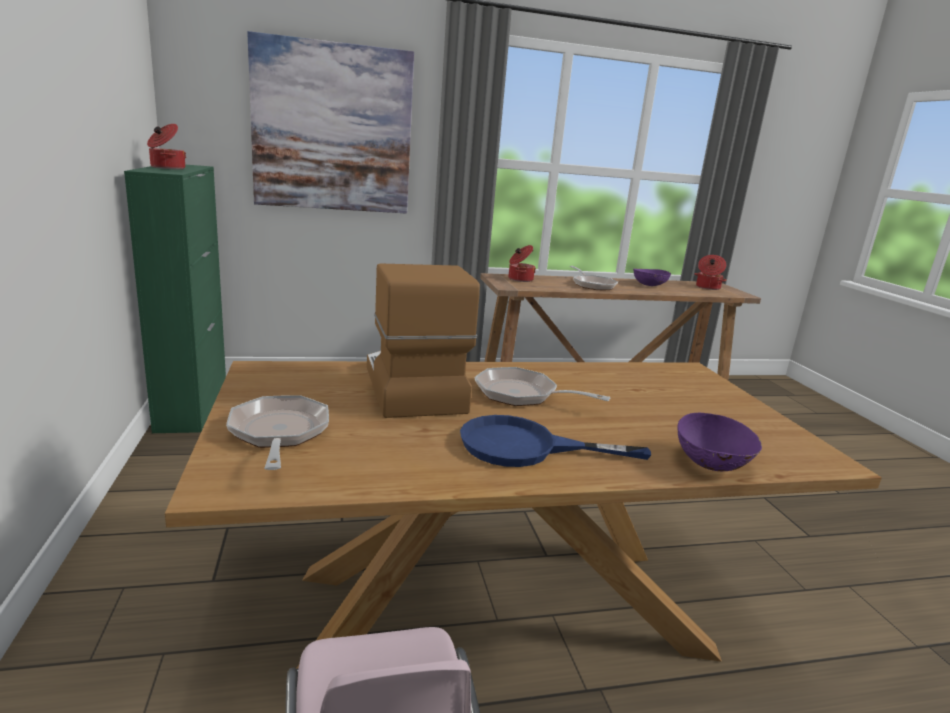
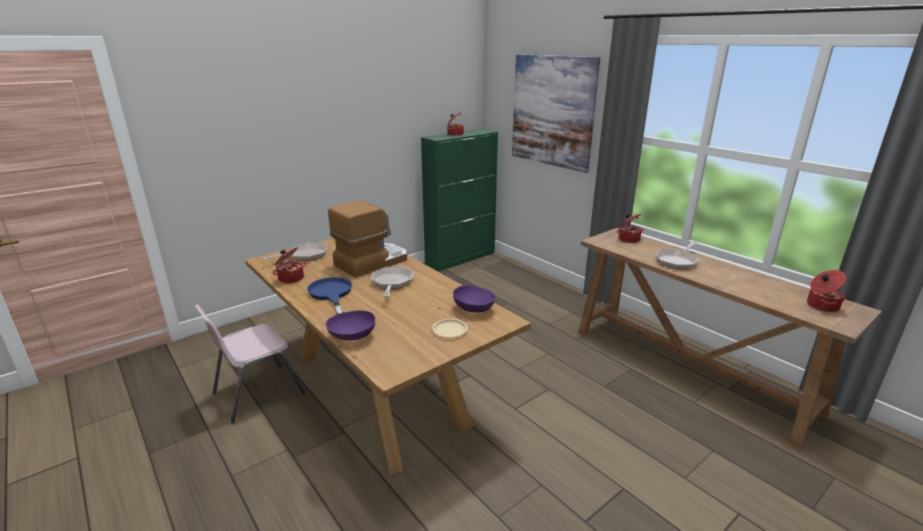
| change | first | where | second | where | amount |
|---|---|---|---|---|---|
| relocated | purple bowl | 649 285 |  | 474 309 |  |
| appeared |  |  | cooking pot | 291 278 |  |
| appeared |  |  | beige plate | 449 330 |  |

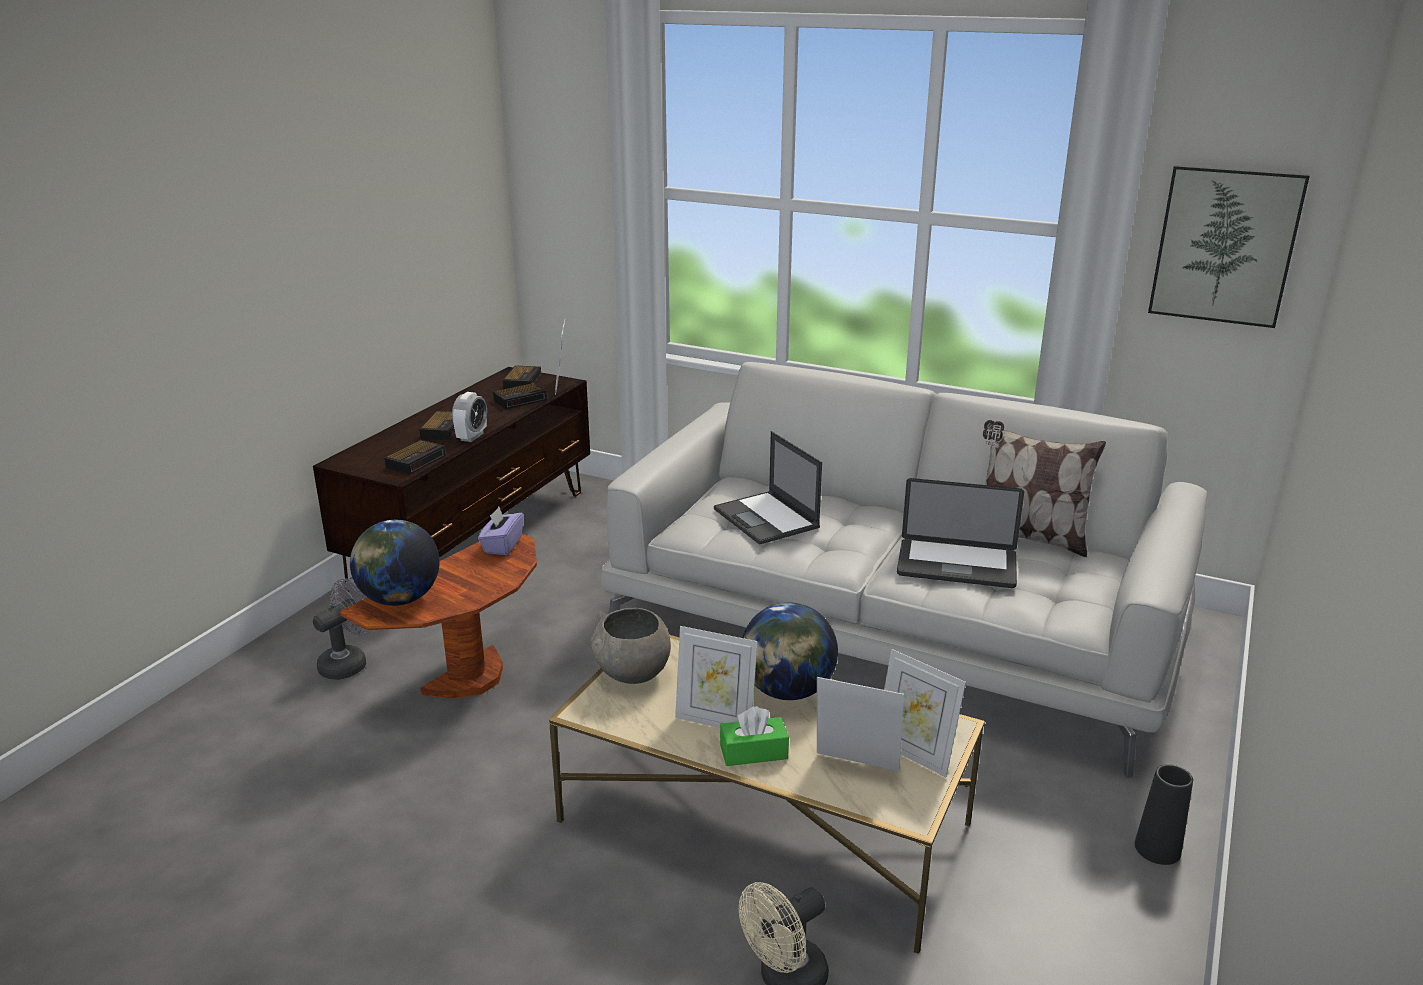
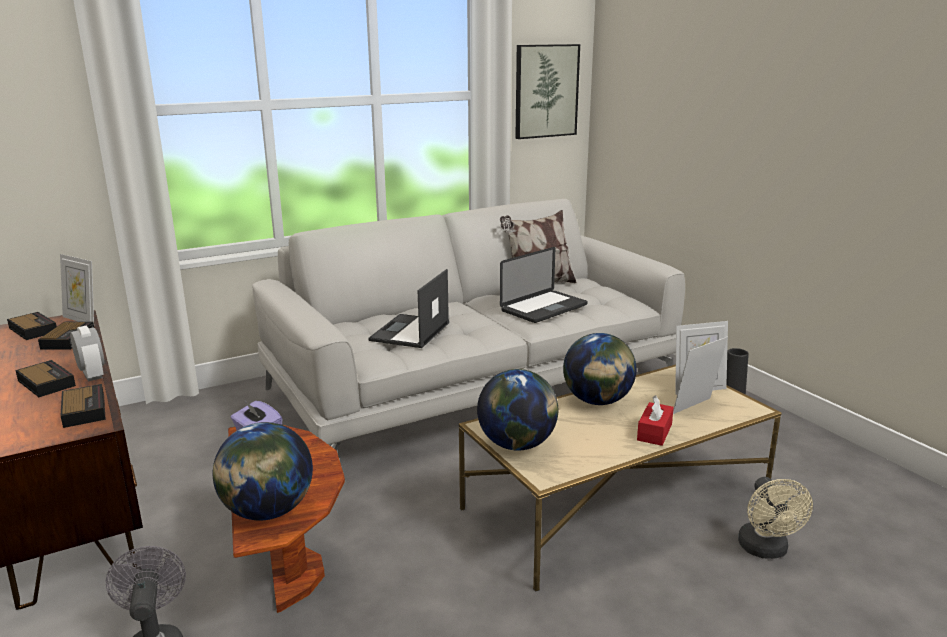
| change | first | where | second | where | amount |
|---|---|---|---|---|---|
| spun | laptop | 767 518 |  | 410 332 | 105 degrees clockwise |
| exchanged | grey bowl | 632 674 | globe | 517 444 |  |
| missing | picture frame | 715 721 |  |  |  |
| colour | green tissue box | 753 752 | red tissue box | 654 432 |  |

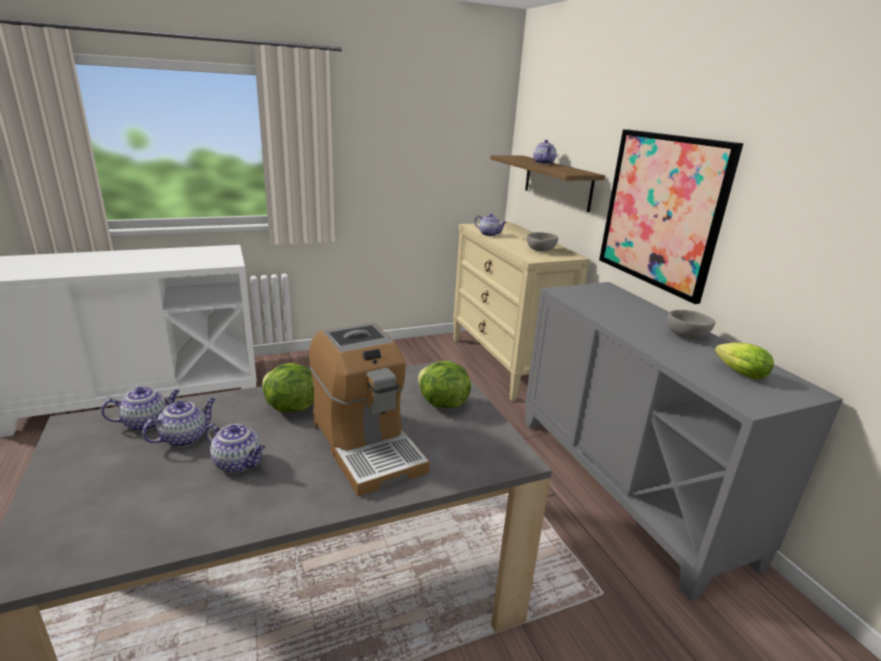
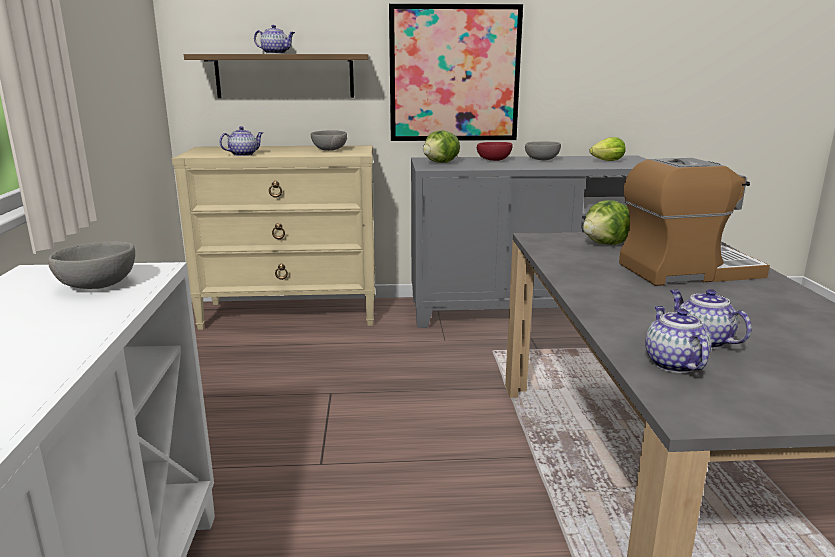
| change | first | where | second | where | amount |
|---|---|---|---|---|---|
| relocated | lettuce | 290 408 |  | 441 163 |  |
| missing | teapot | 239 463 |  |  |  |
| appeared |  |  | red bowl | 494 160 |  |
| appeared |  |  | grey bowl | 98 285 |  |

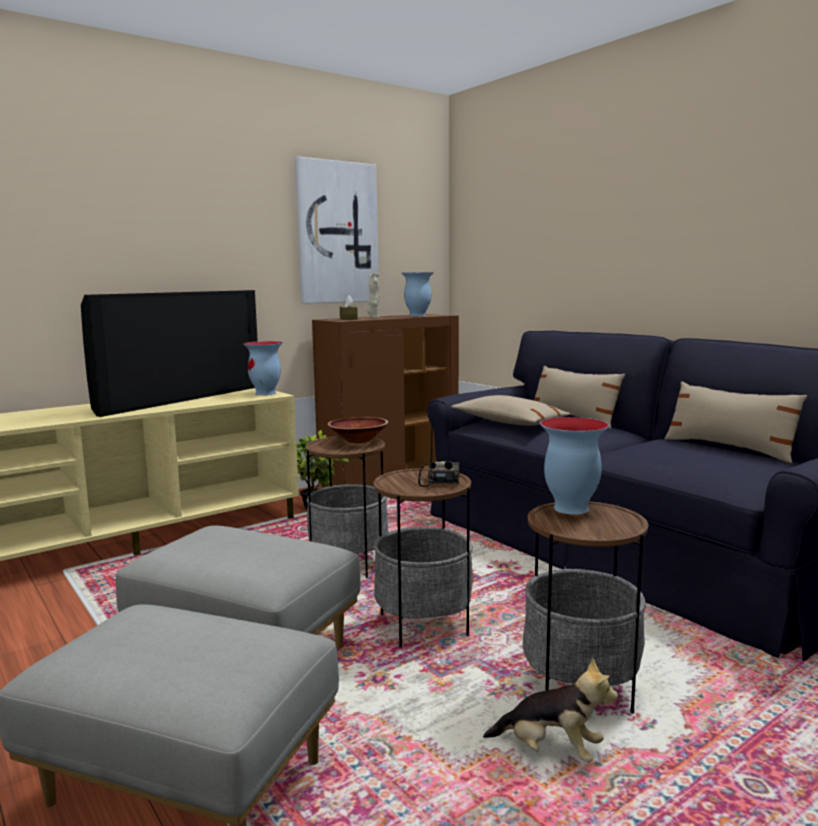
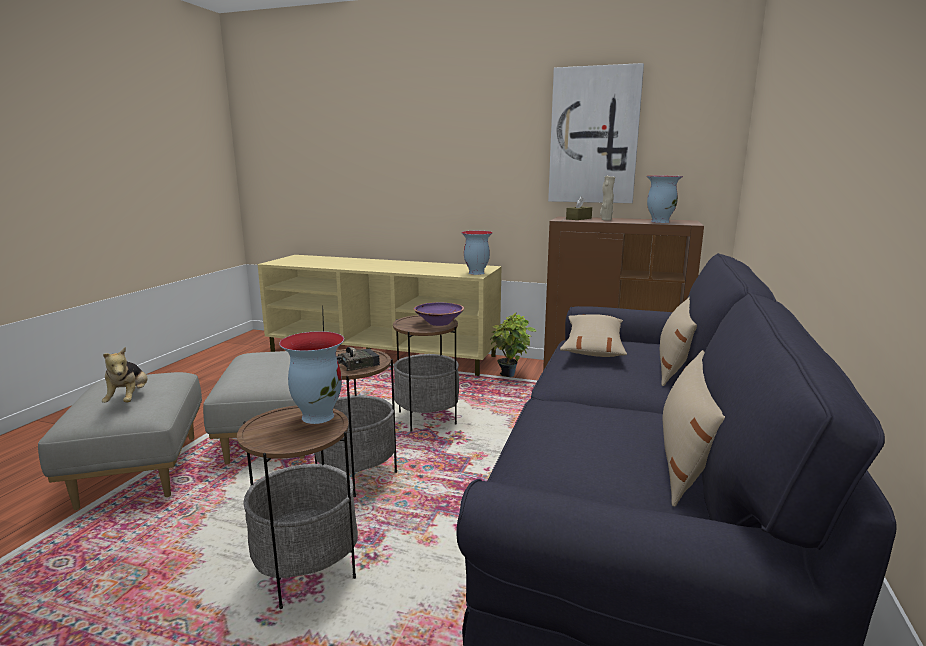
| change | first | where | second | where | amount |
|---|---|---|---|---|---|
| missing | television | 182 399 |  |  |  |
| colour | brown bowl | 358 440 | purple bowl | 439 323 |  |
| relocated | plush toy | 550 751 |  | 129 399 |  |

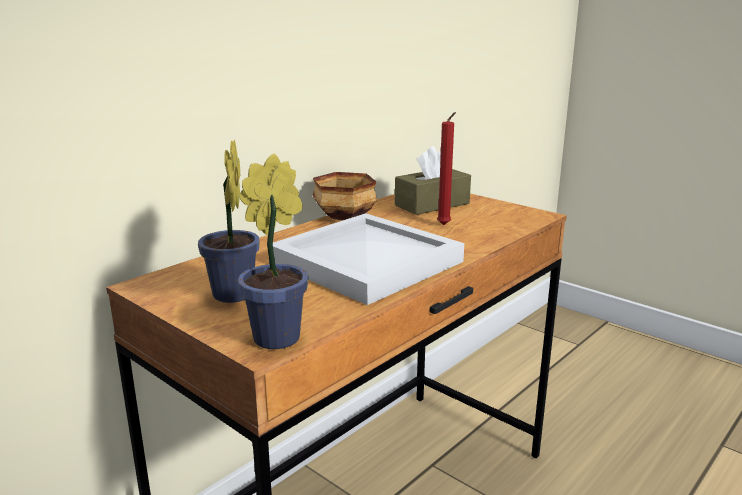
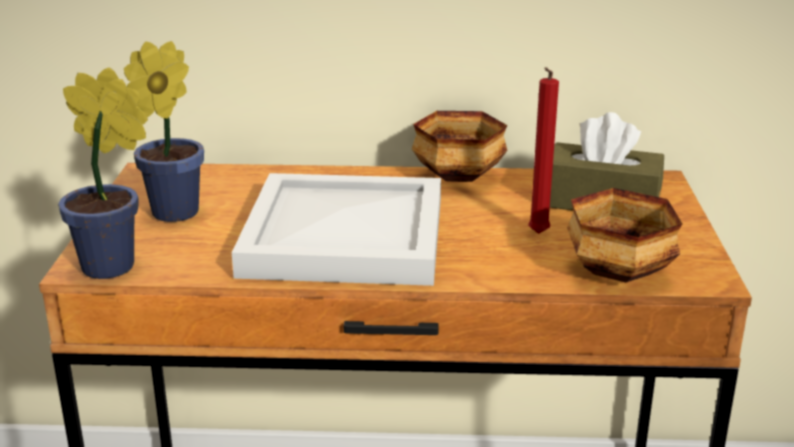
| change | first | where | second | where | amount |
|---|---|---|---|---|---|
| appeared |  |  | bowl | 618 274 |  |

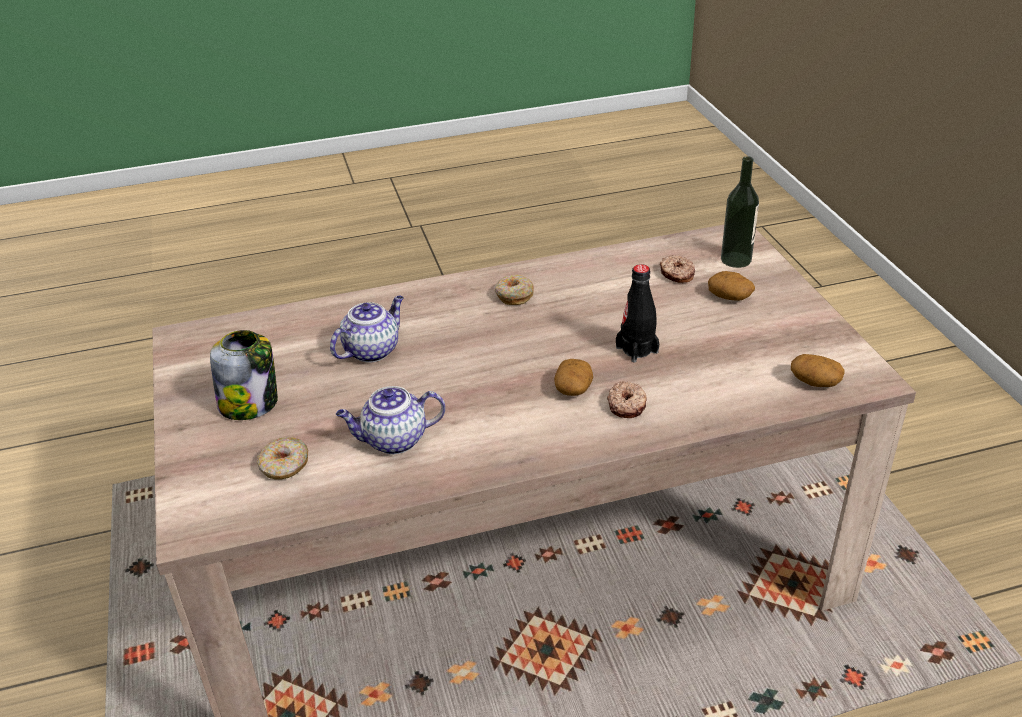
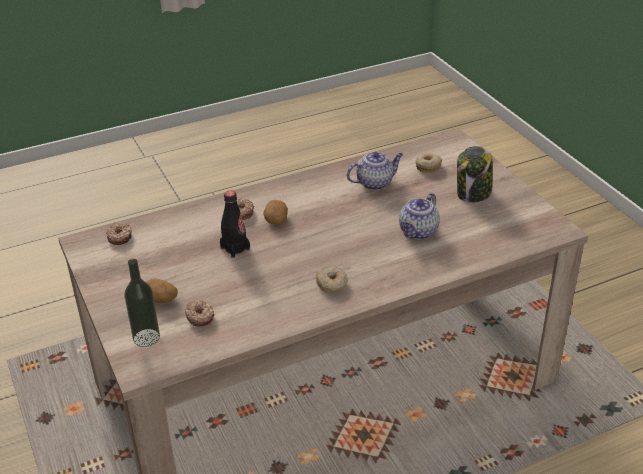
| change | first | where | second | where | amount |
|---|---|---|---|---|---|
| exchanged | potato | 814 382 | donut | 120 237 |  |

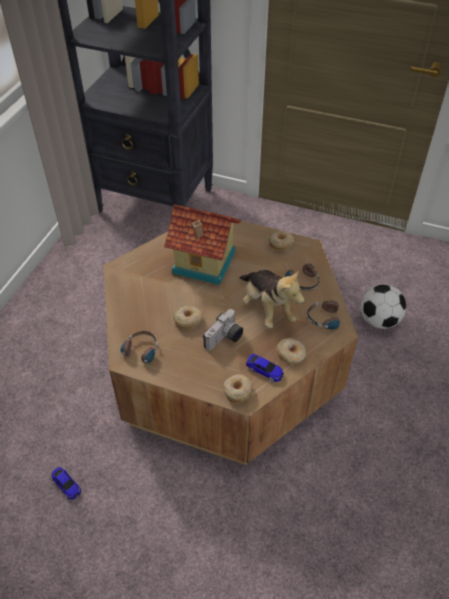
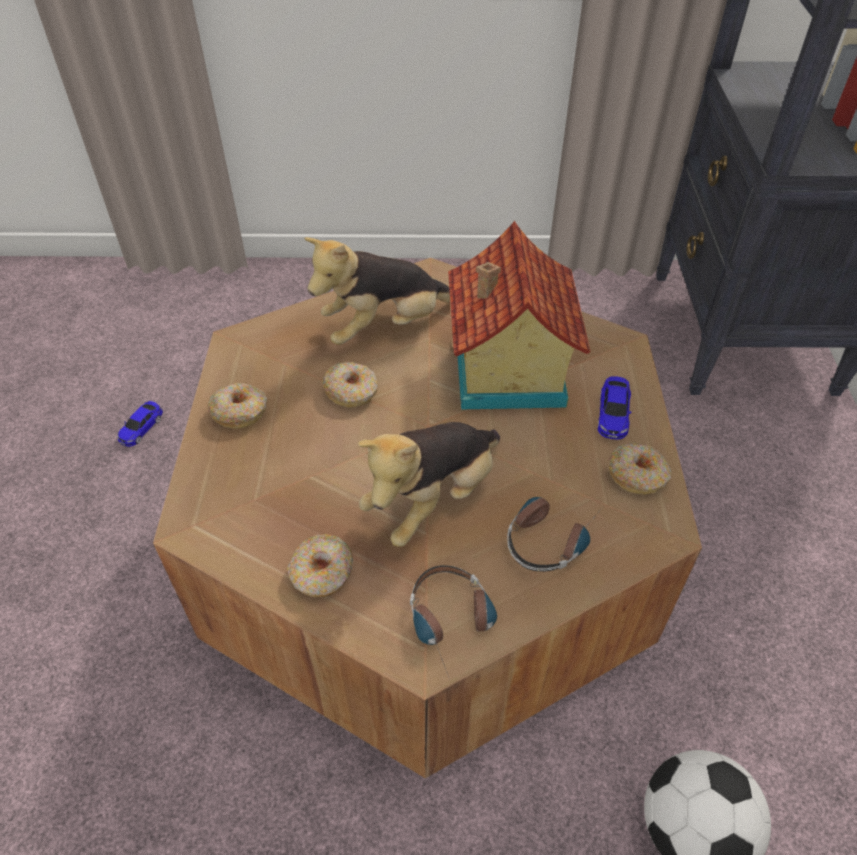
| change | first | where | second | where | amount |
|---|---|---|---|---|---|
| missing | photo camera | 225 339 |  |  |  |
| missing | headphones | 138 355 |  |  |  |
| relocated | toy car | 264 370 |  | 613 414 |  |
| relocated | donut | 238 391 |  | 240 412 |  |
| appeared |  |  | plush toy | 385 327 |  |

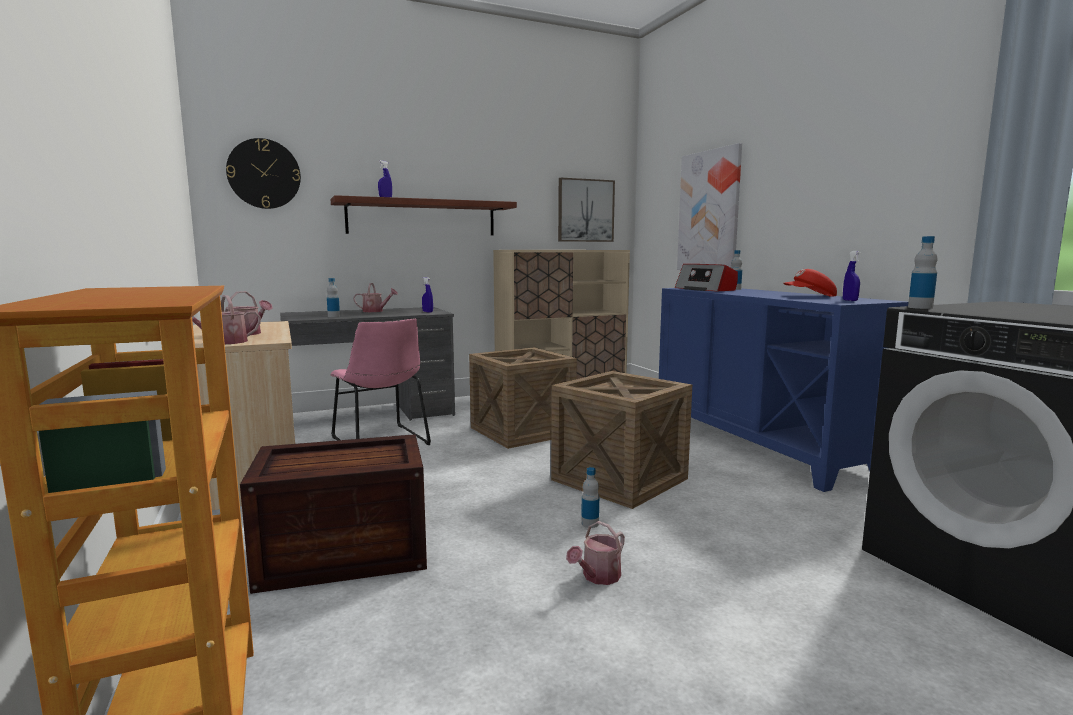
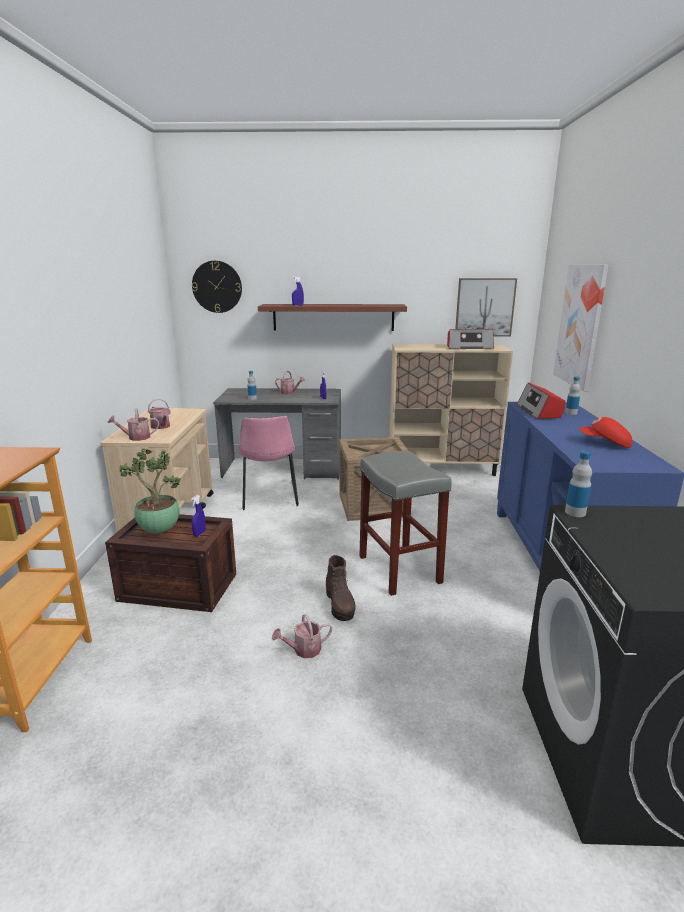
| change | first | where | second | where | amount |
|---|---|---|---|---|---|
| relocated | blue spray bottle | 850 300 |  | 199 534 |  |
| exchanged | crate | 619 479 | grey stool | 400 570 |  |
| exchanged | bottle | 590 524 | brown boot | 340 605 |  |
| appeared |  |  | radio | 468 347 |  |
| appeared |  |  | potted plant | 158 530 |  |

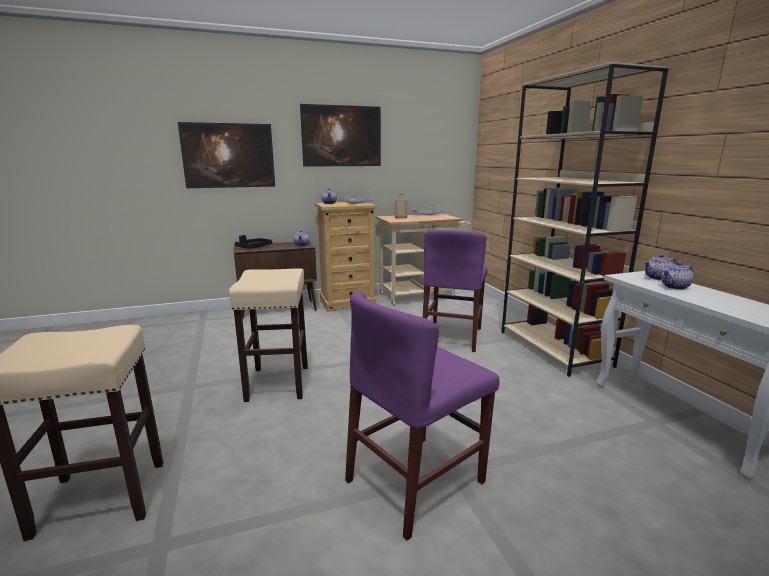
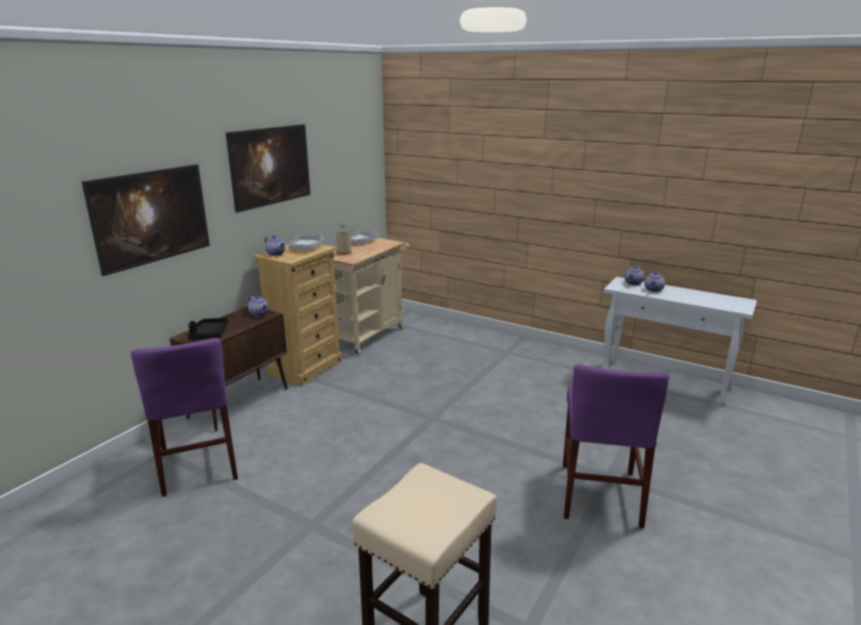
| change | first | where | second | where | amount |
|---|---|---|---|---|---|
| missing | beige bookcase | 554 348 |  |  |  |
| relocated | purple chair | 452 336 |  | 198 464 |  |
| missing | beige stool | 278 383 |  |  |  |

